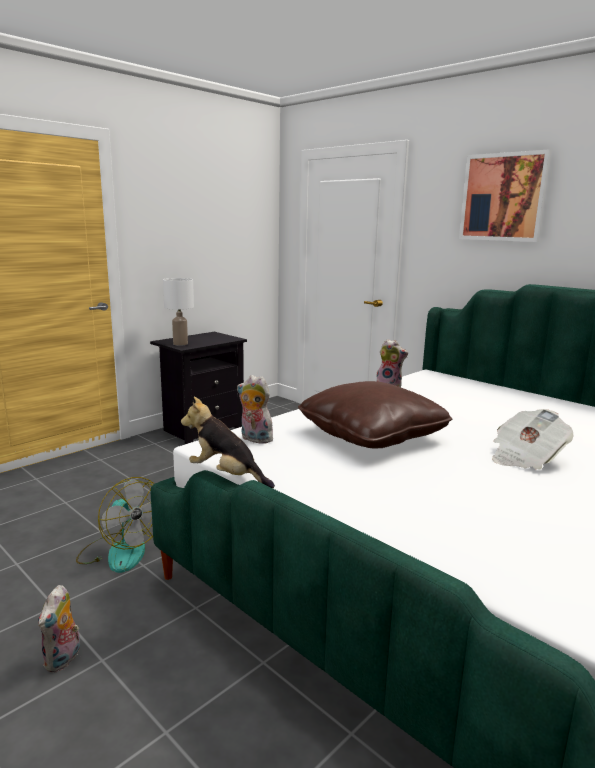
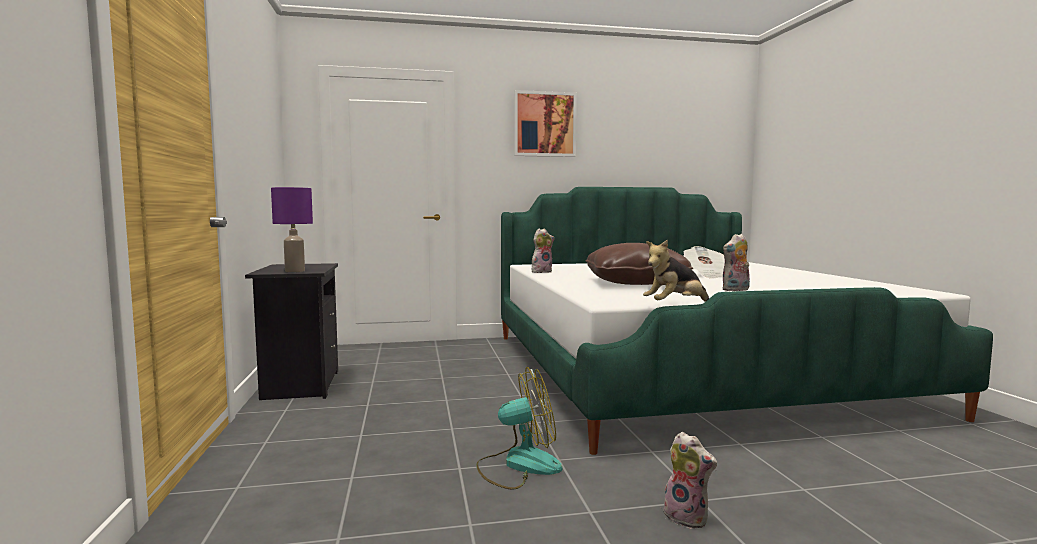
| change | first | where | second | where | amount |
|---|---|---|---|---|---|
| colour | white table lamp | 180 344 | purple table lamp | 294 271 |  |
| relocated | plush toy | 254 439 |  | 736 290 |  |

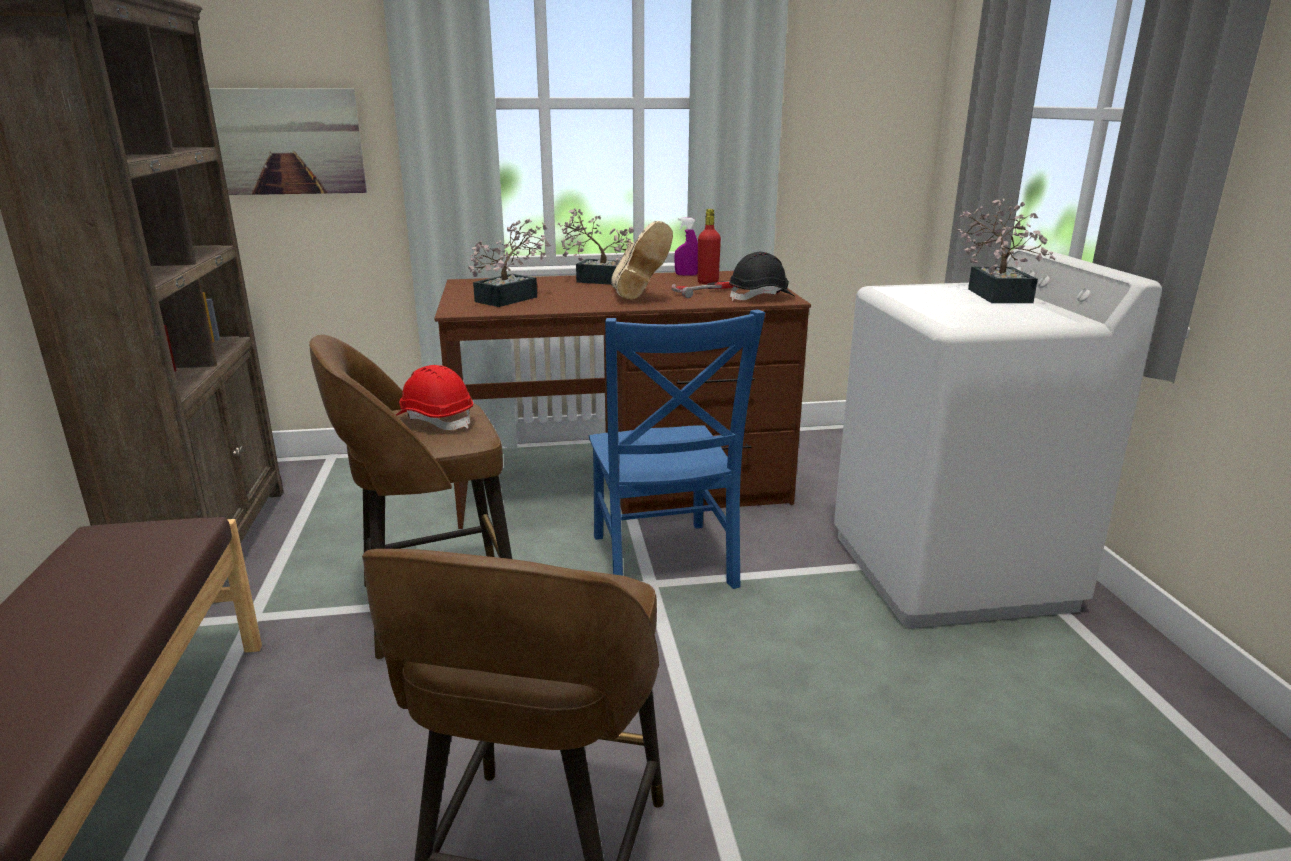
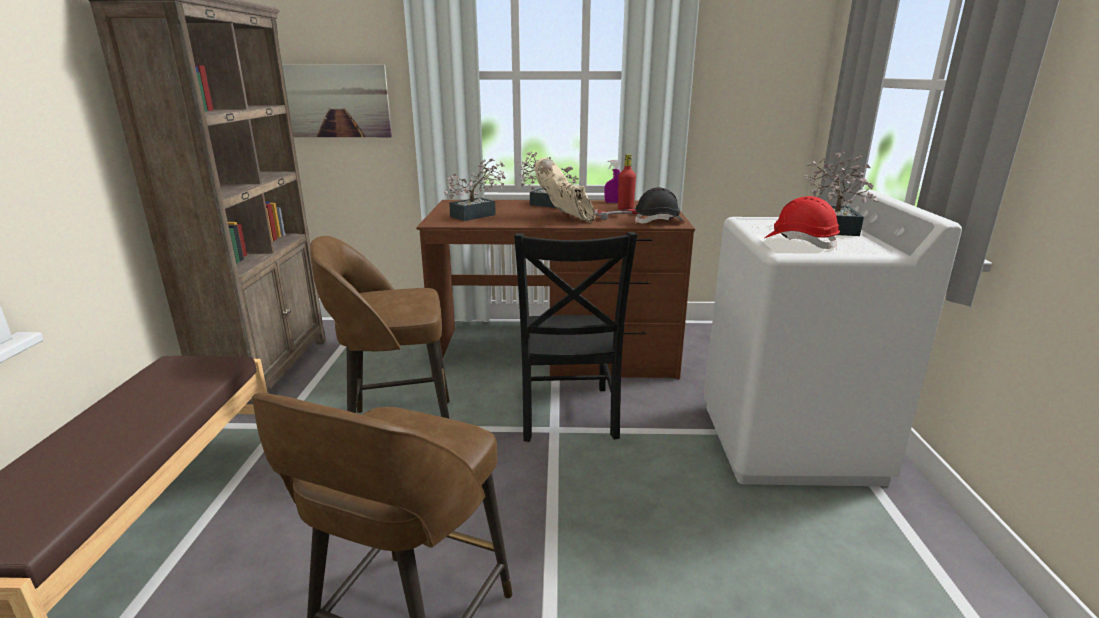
| change | first | where | second | where | amount |
|---|---|---|---|---|---|
| spun | beige boot | 636 296 |  | 566 217 | 150 degrees clockwise |
| colour | blue chair | 663 564 | black chair | 567 416 |  |
| relocated | red hard hat | 435 420 |  | 800 242 |  |

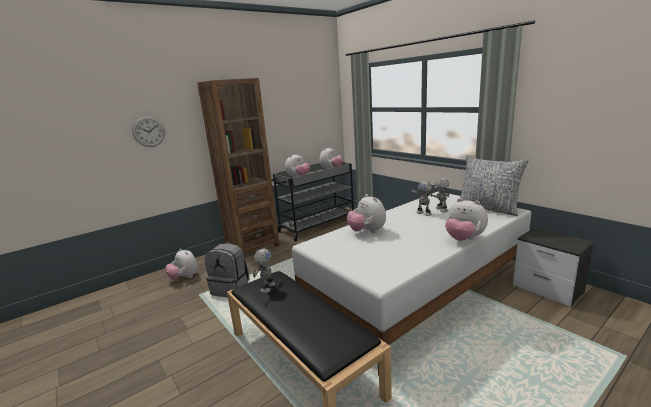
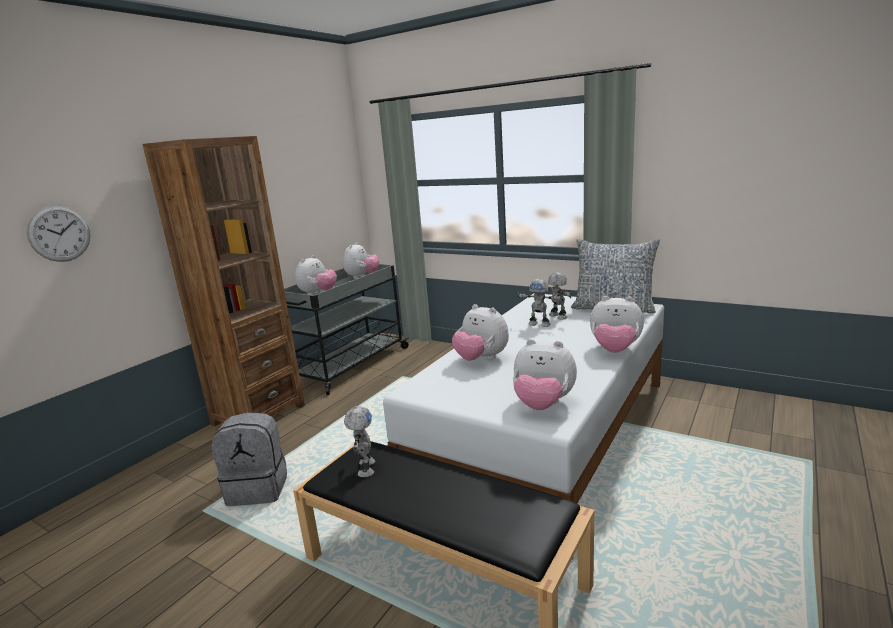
| change | first | where | second | where | amount |
|---|---|---|---|---|---|
| missing | nightstand | 548 289 |  |  |  |
| relocated | plush toy | 184 278 |  | 543 405 |  |

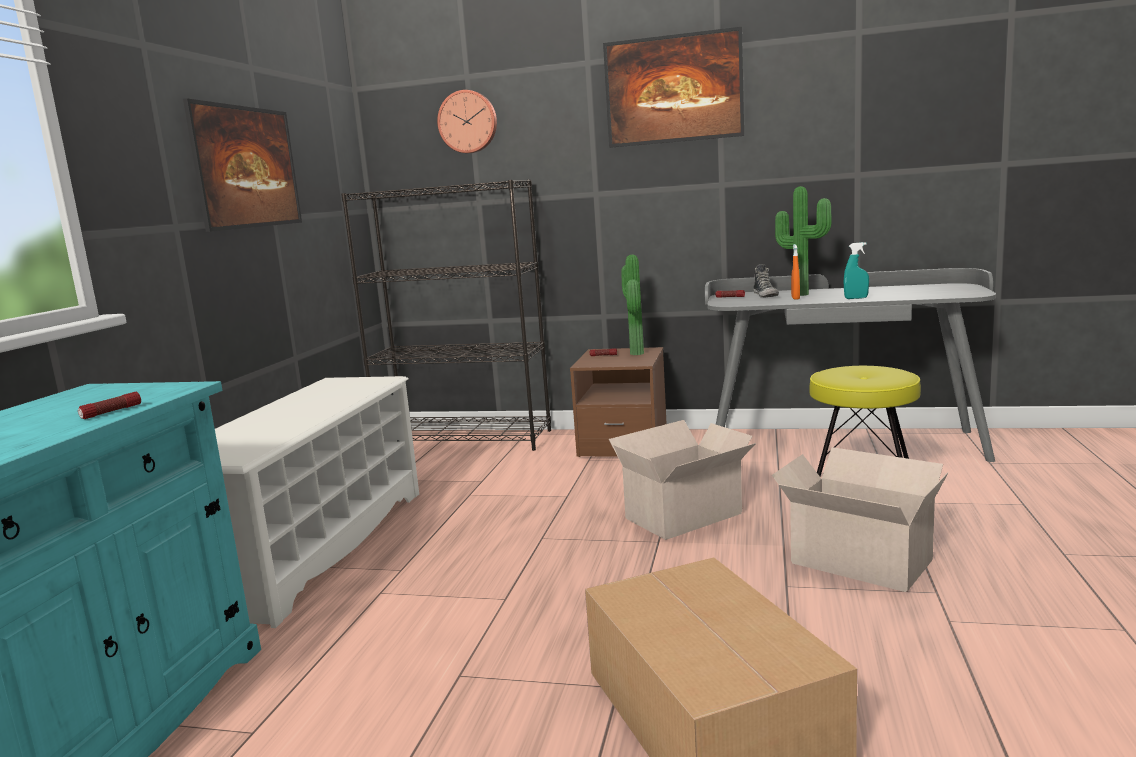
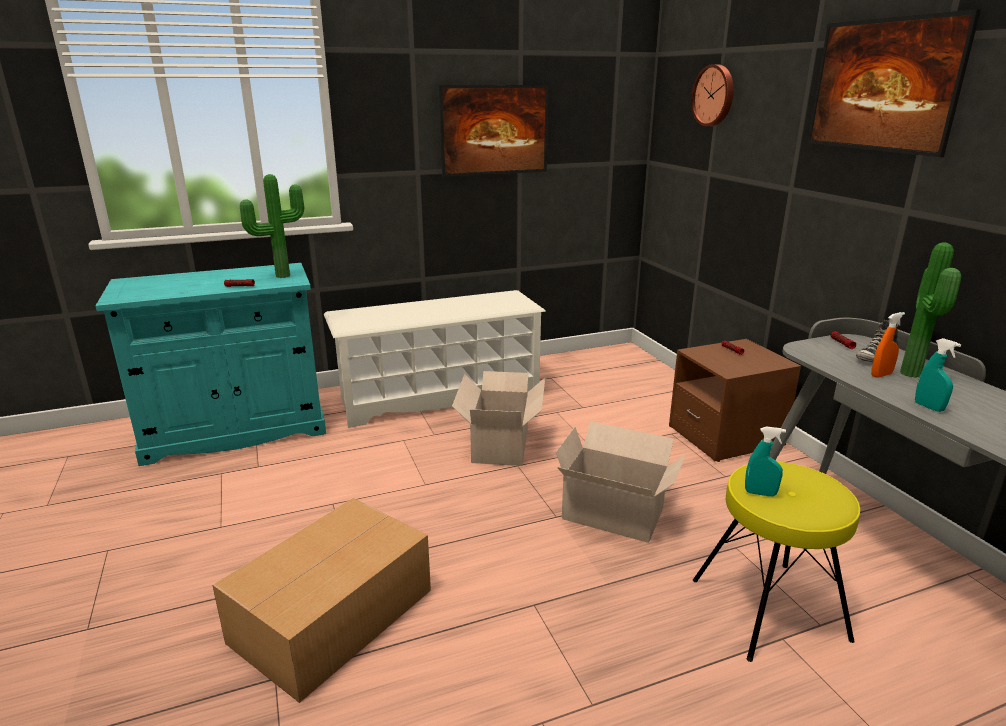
| change | first | where | second | where | amount |
|---|---|---|---|---|---|
| missing | black bookcase | 466 440 |  |  |  |
| relocated | potted plant | 634 354 |  | 281 275 |  |
| relocated | cardboard box | 857 560 |  | 501 444 |  |
| appeared |  |  | turquoise spray bottle | 760 493 |  |

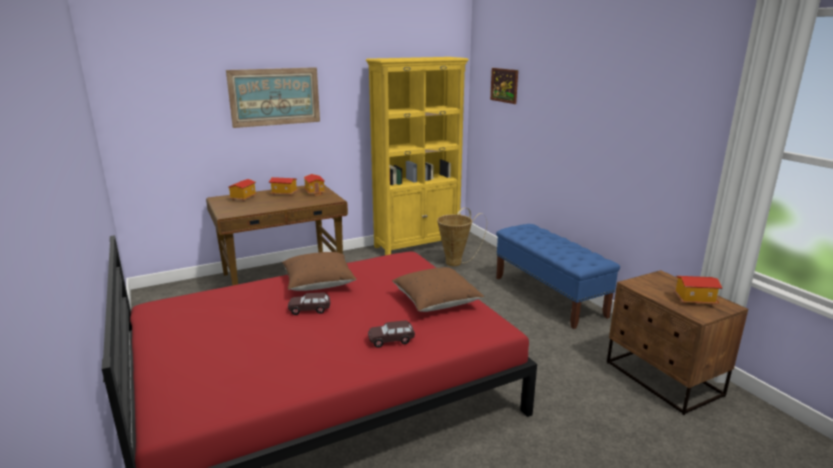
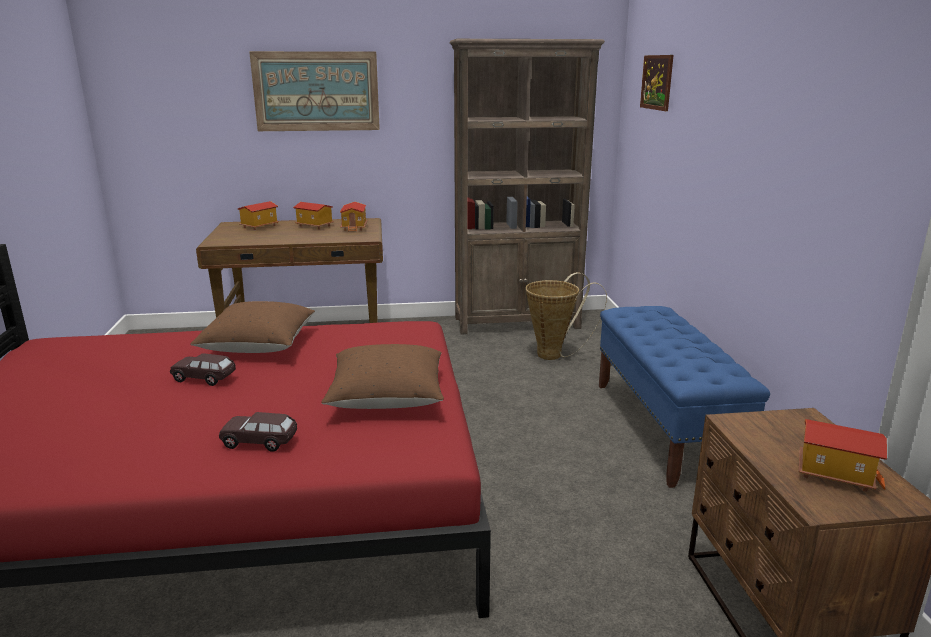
| change | first | where | second | where | amount |
|---|---|---|---|---|---|
| colour | yellow bookcase | 417 245 | brown bookcase | 517 323 |  |

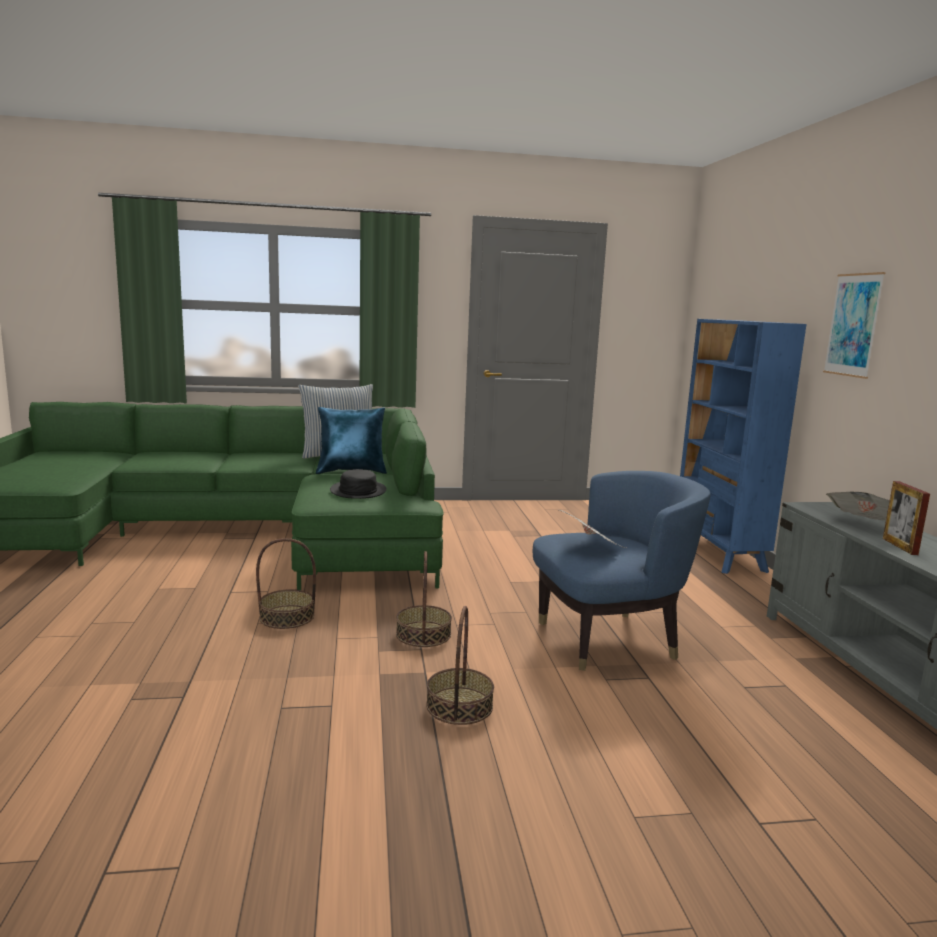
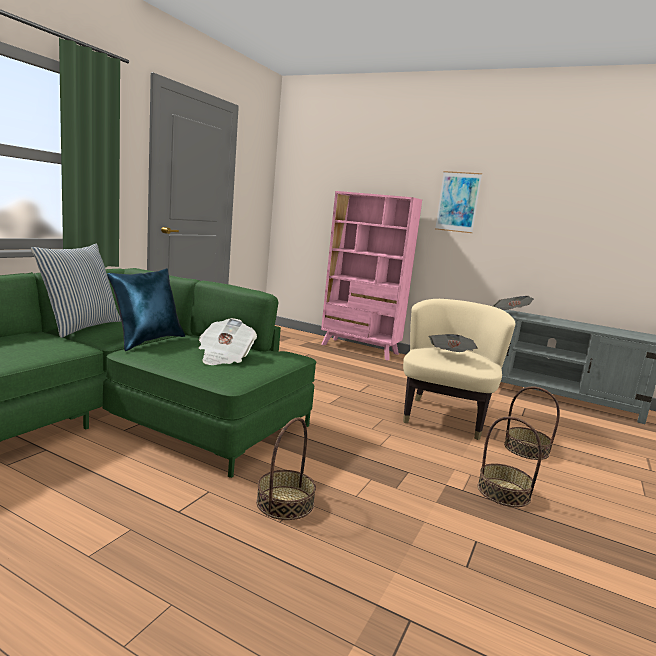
| change | first | where | second | where | amount |
|---|---|---|---|---|---|
| colour | blue bookcase | 718 553 | pink bookcase | 360 349 |  |
| exchanged | black hat | 358 491 | newspaper | 224 357 |  |
| colour | blue armchair | 609 639 | beige armchair | 445 417 |  |
| missing | picture frame | 899 546 |  |  |  |
| relocated | basket | 423 634 |  | 526 449 |  |

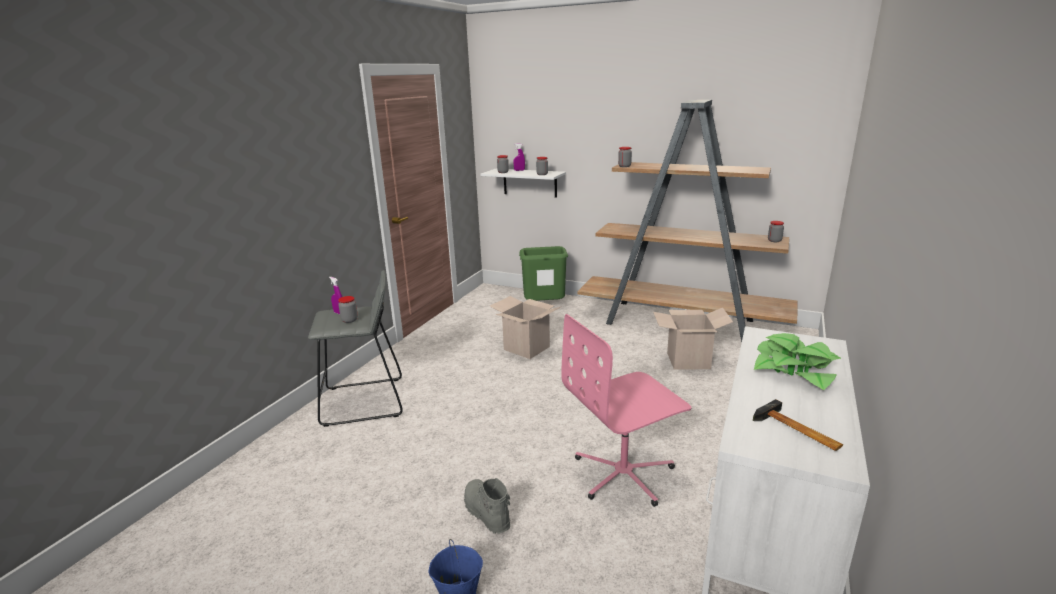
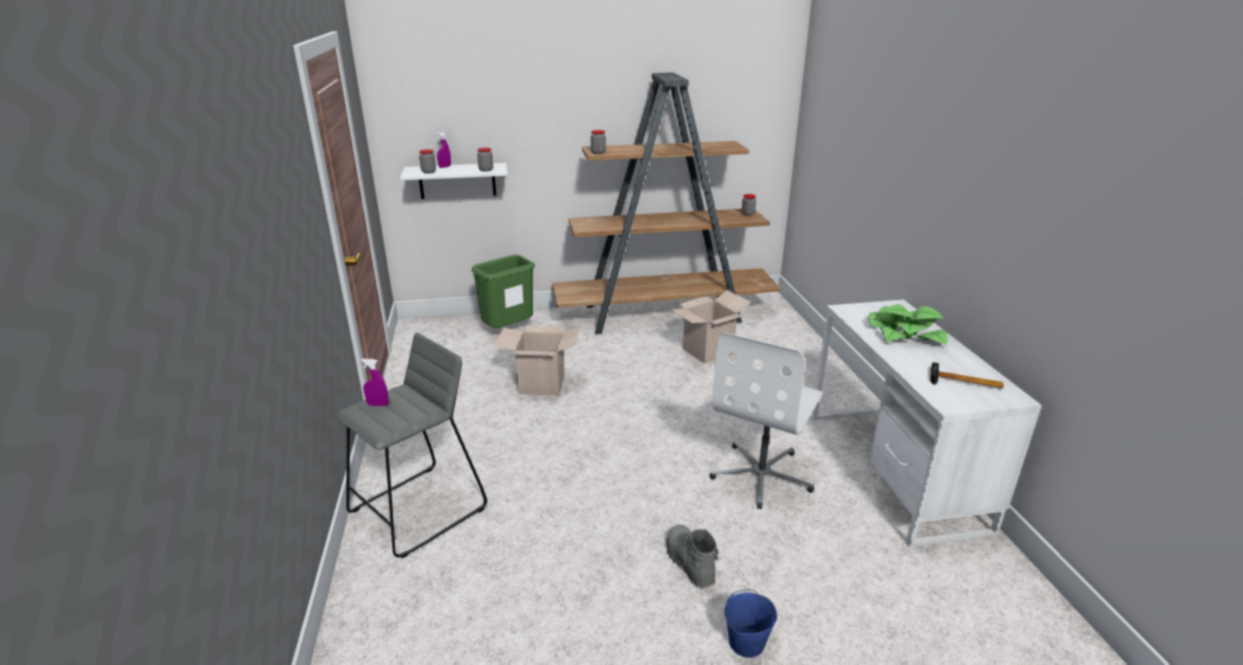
| change | first | where | second | where | amount |
|---|---|---|---|---|---|
| missing | jar | 349 320 |  |  |  |
| colour | pink office chair | 624 473 | white office chair | 762 475 |  |
| spun | grey boot | 486 513 |  | 689 563 | 45 degrees clockwise |

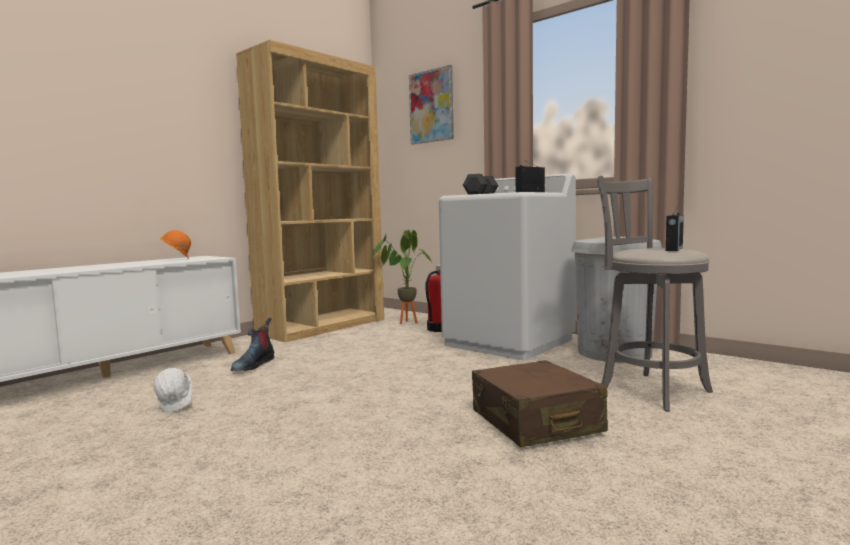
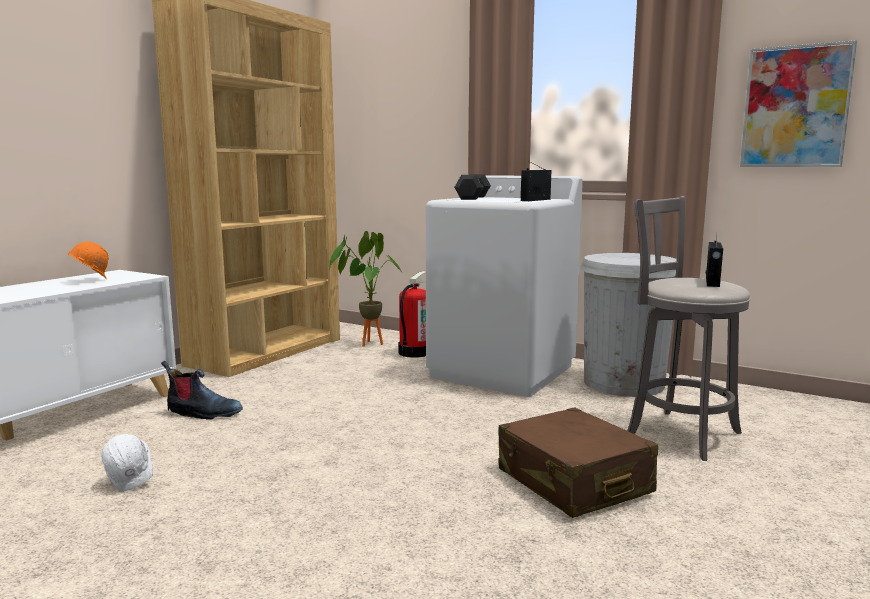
| change | first | where | second | where | amount |
|---|---|---|---|---|---|
| relocated | picture | 431 106 |  | 795 107 |  |
| spun | boot | 253 365 |  | 203 413 | 90 degrees counterclockwise |

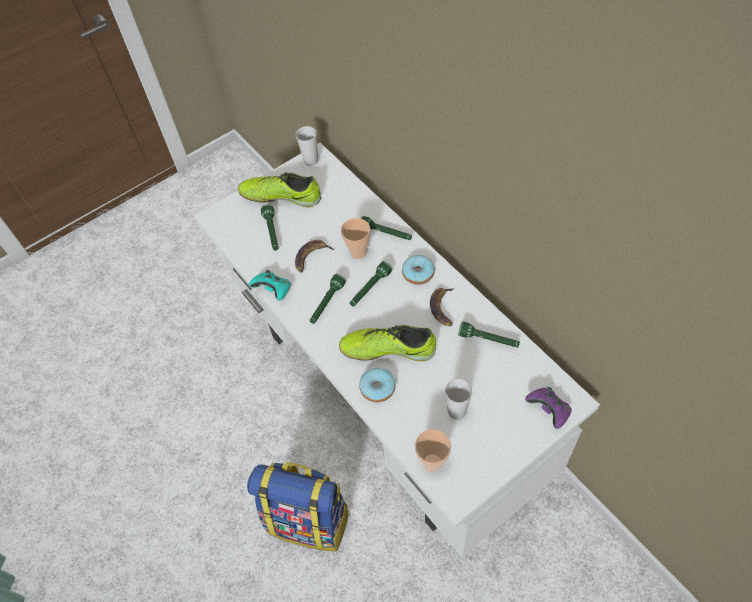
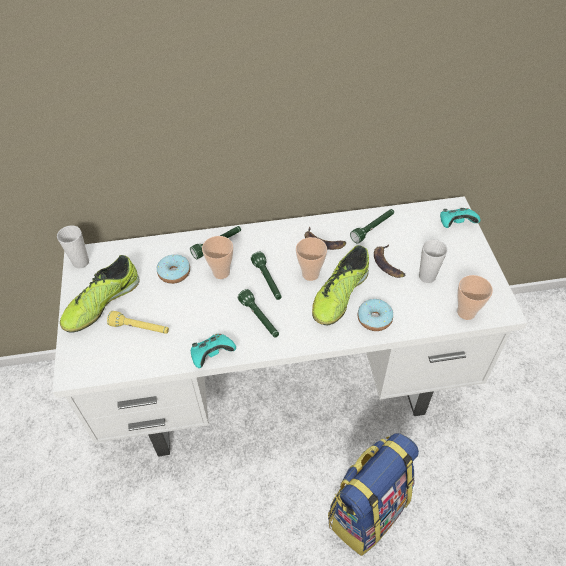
| change | first | where | second | where | amount |
|---|---|---|---|---|---|
| colour | green flashlight | 272 232 | yellow flashlight | 140 328 |  |
| relocated | banana | 311 257 |  | 388 264 |  |
| relocated | donut | 418 273 |  | 174 273 |  |
| colour | purple game controller | 549 411 | turquoise game controller | 456 224 |  |
| appeared |  |  | cup | 310 274 |  |

